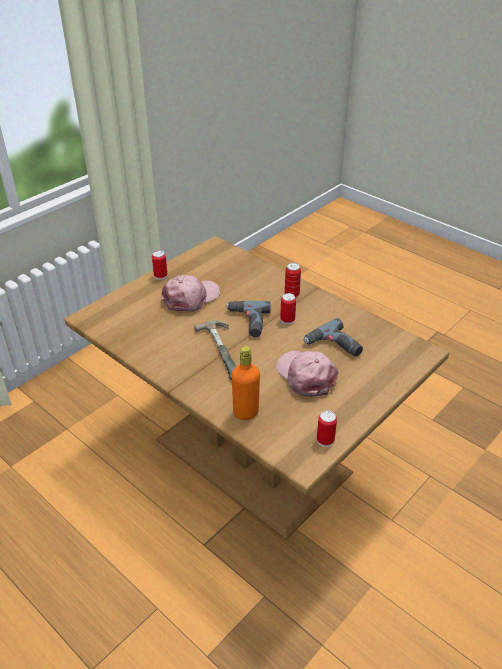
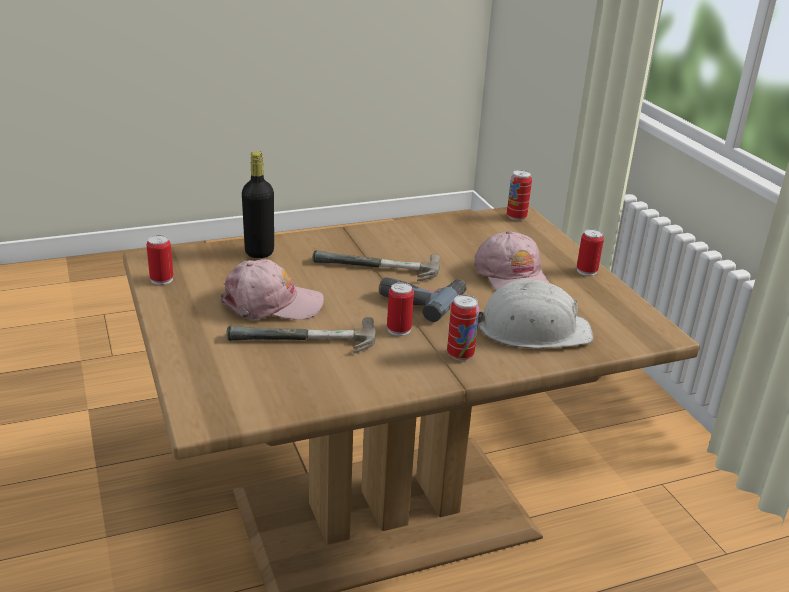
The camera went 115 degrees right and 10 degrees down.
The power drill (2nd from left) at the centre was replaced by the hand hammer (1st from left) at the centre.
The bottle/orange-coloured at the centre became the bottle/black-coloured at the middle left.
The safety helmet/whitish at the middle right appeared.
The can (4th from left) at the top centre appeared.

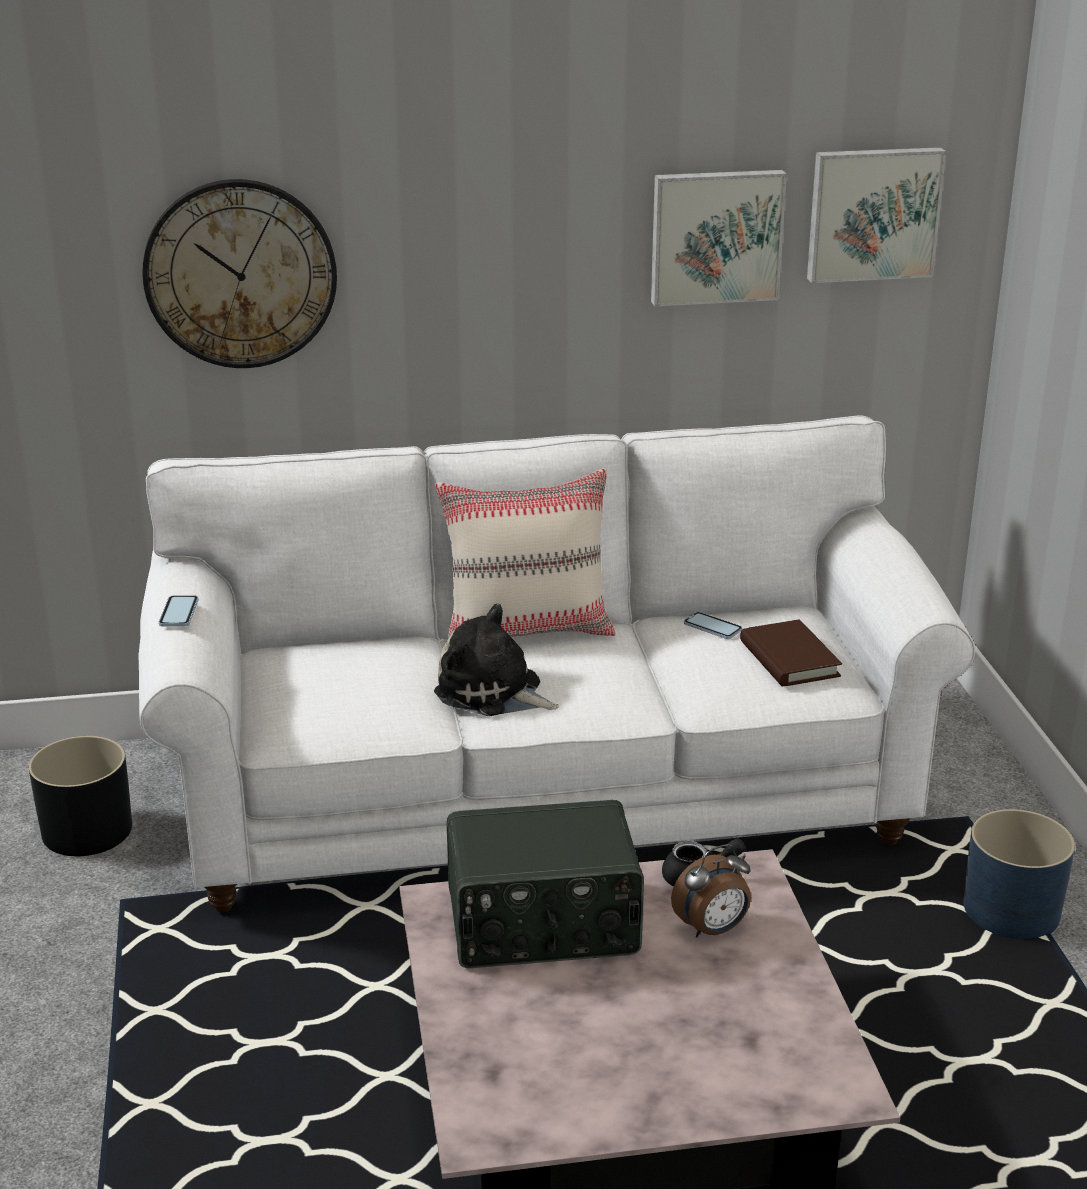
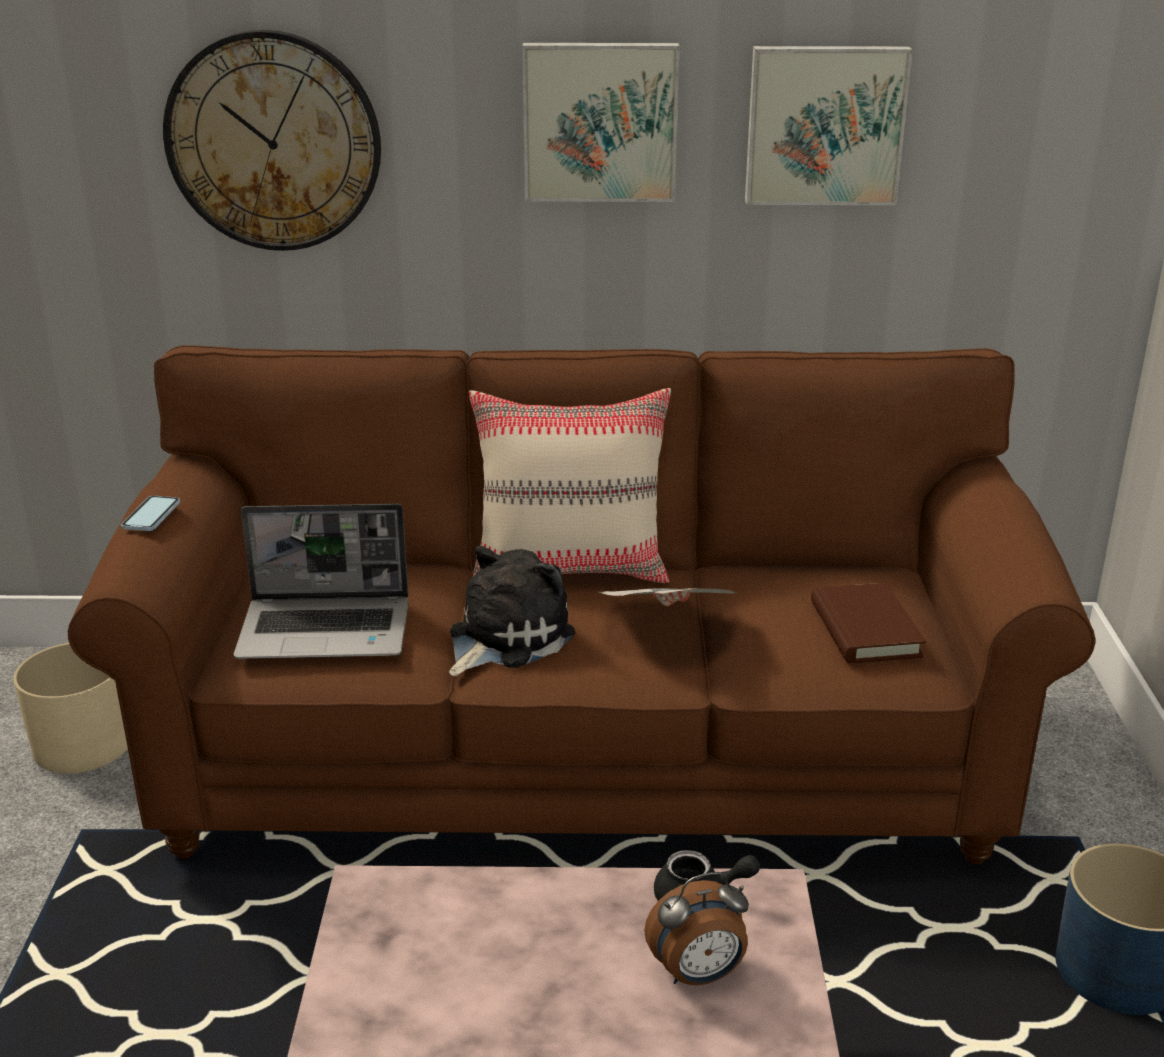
The camera went 10 degrees right and 0 degrees up.
The planter/black-coloured at the bottom left became the planter/beige at the bottom left.
The couch/whitish at the centre became the couch/brown-coloured at the centre.
The laptop at the middle left appeared.
The plush toy at the centre turned 90 degrees clockwise.
The picture (2nd from left in the first image) moved from the top right to the top centre.
The newspaper at the centre appeared.
The radio set at the bottom centre disappeared.
The phone (2nd from left) at the centre disappeared.

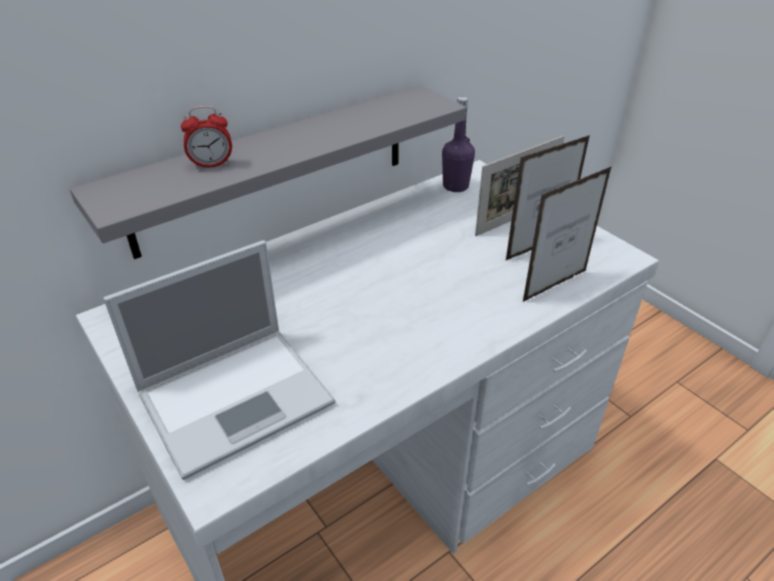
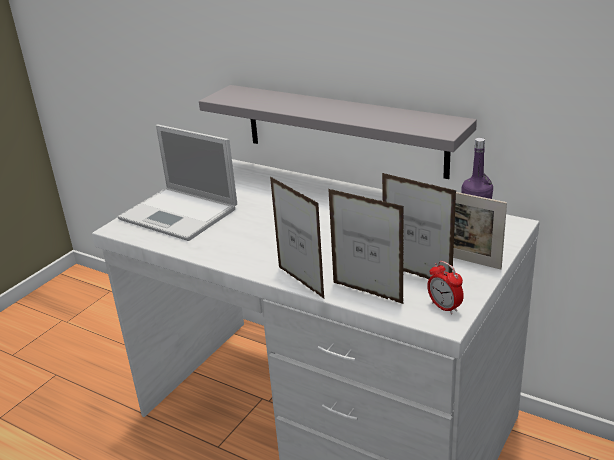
The camera went 70 degrees right and 10 degrees down.
The standing frame (1st from left) at the centre appeared.
The alarm clock moved from the top left to the middle right.

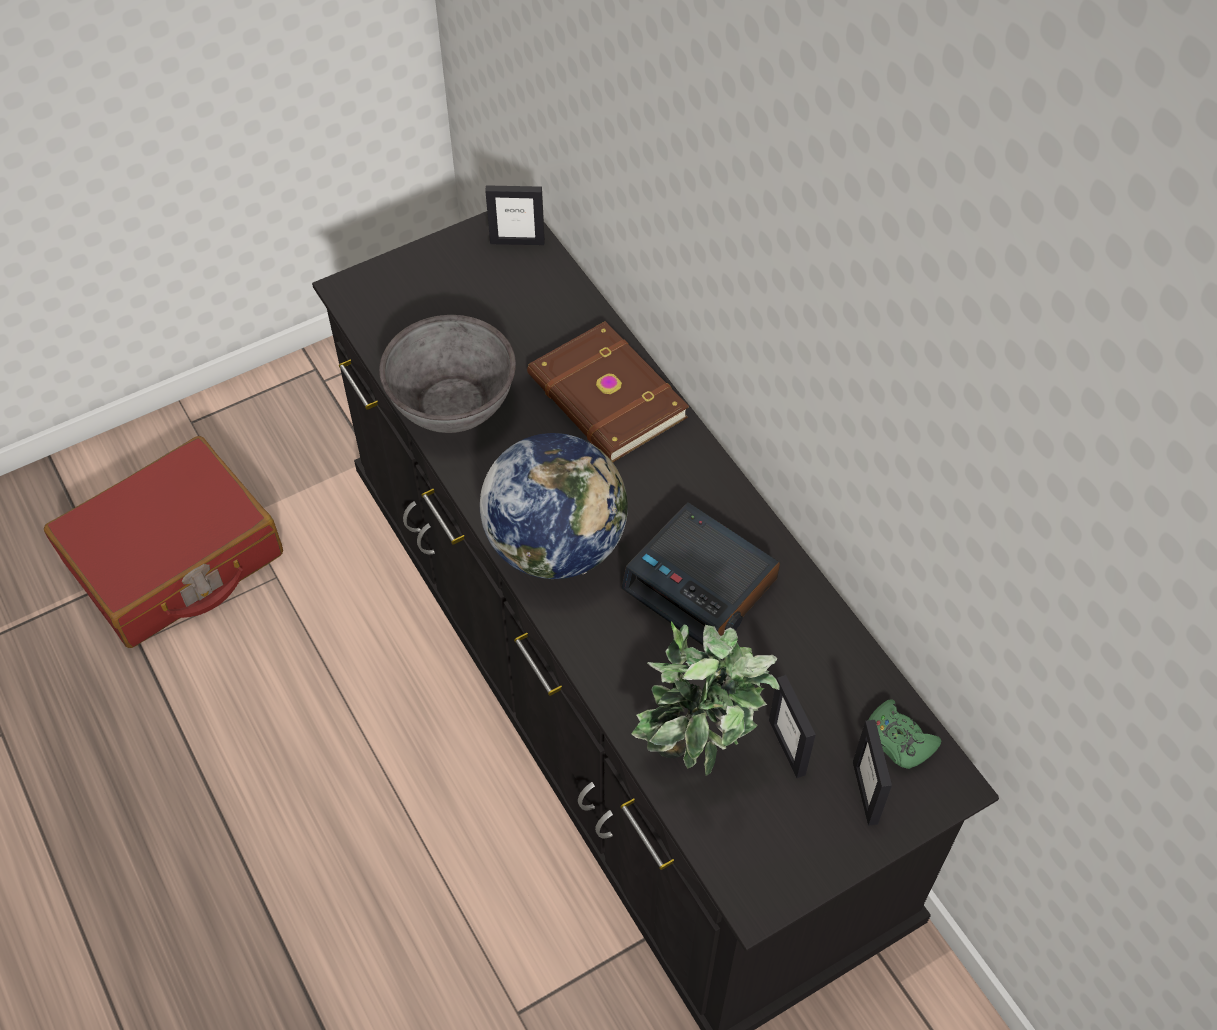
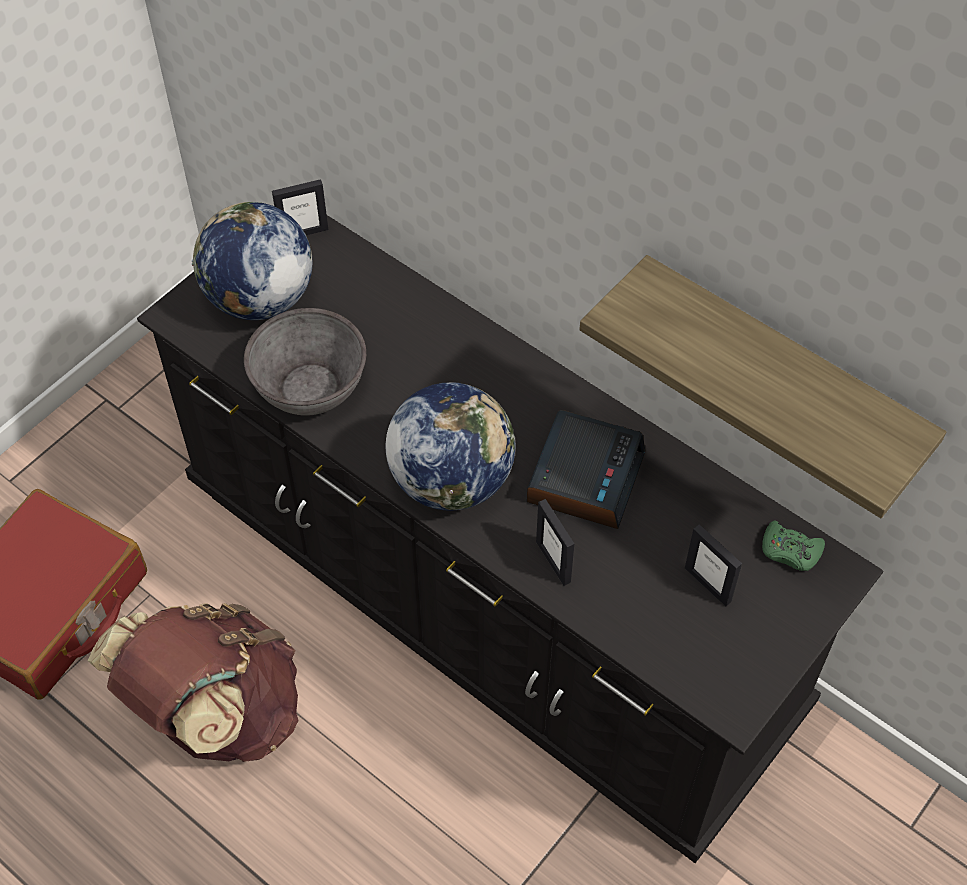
The camera went 20 degrees left and 0 degrees up.
The knapsack/brown-coloured at the bottom left appeared.
The world globe (1st from left) at the top left appeared.
The alarm clock at the centre turned 90 degrees counterclockwise.
The standing frame (3rd from left in the first image) moved from the bottom right to the centre.
The shelf at the middle right appeared.
The bound book/brown-coloured at the centre disappeared.
The potted plant at the bottom centre disappeared.

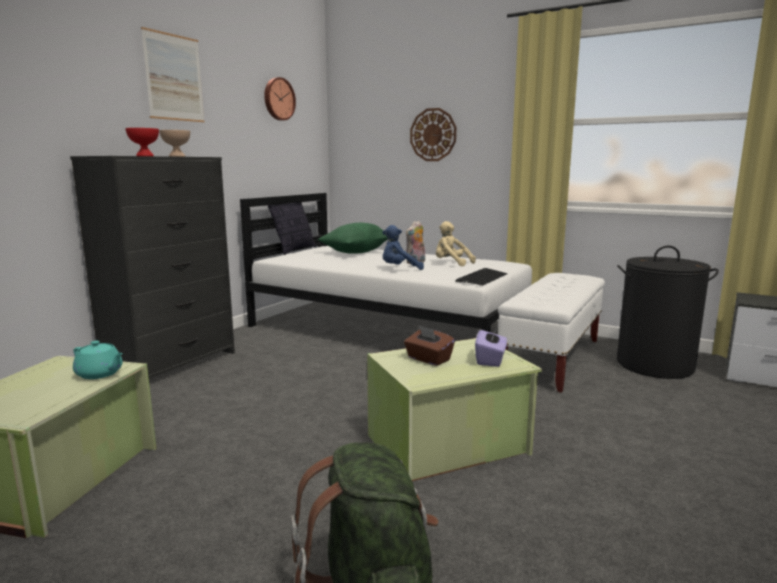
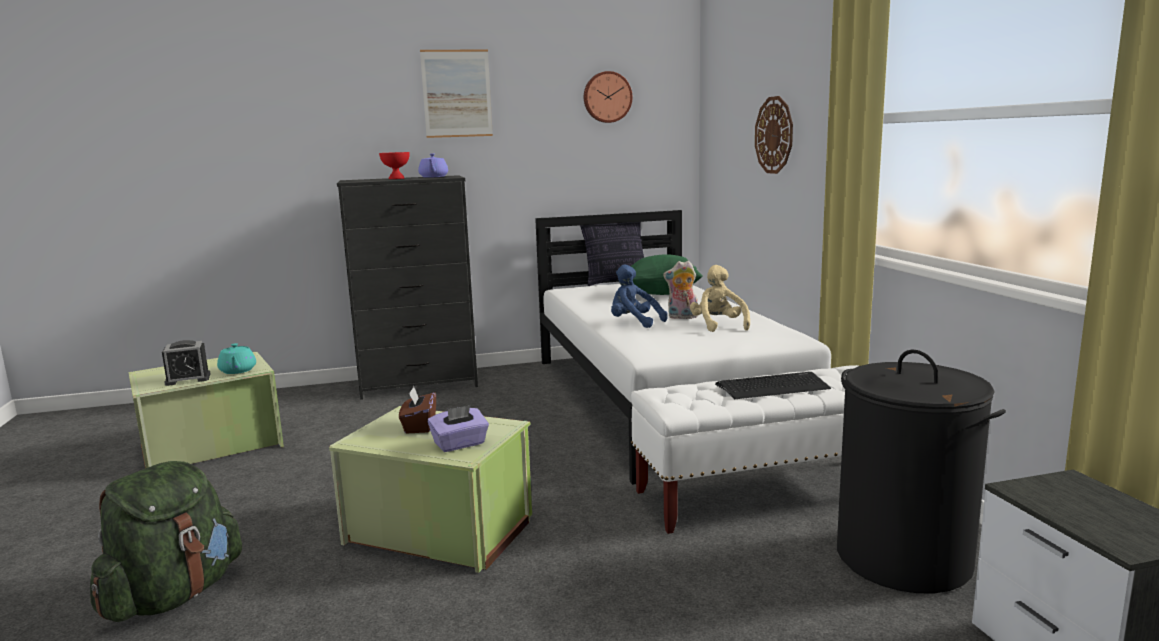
The camera went 45 degrees right and 0 degrees up.
The alarm clock at the middle left appeared.
The deep dish/beige at the top left was replaced by the teapot/purple at the top centre.
The computer keyboard moved from the centre to the middle right.

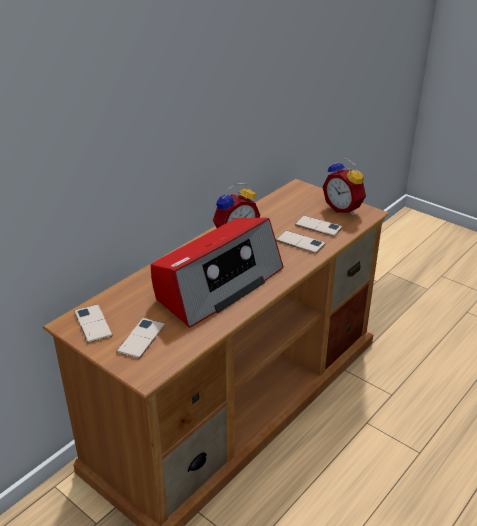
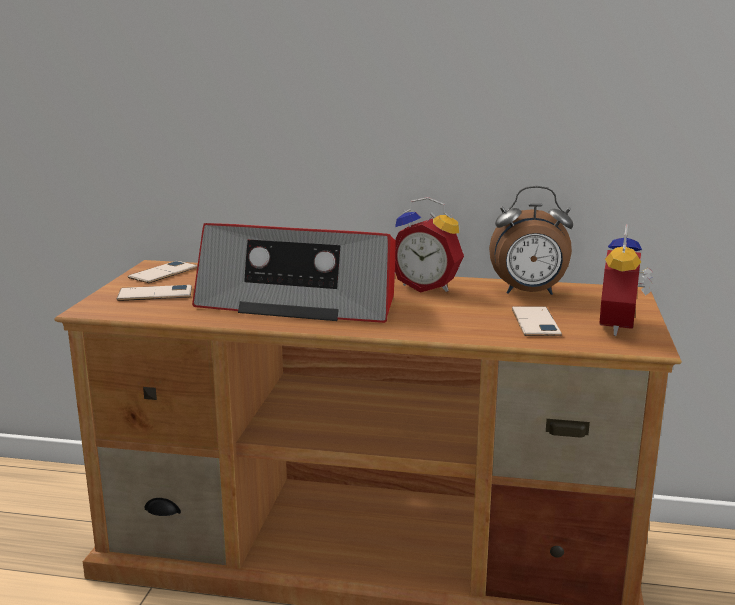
The camera went 60 degrees right and 15 degrees down.
The alarm clock (2nd from left) at the middle right appeared.
The phone (3rd from left) at the centre disappeared.

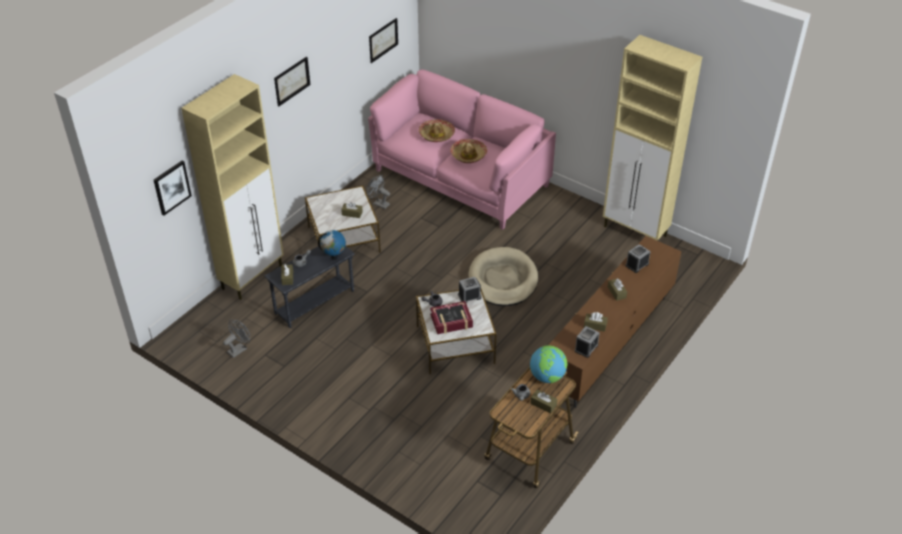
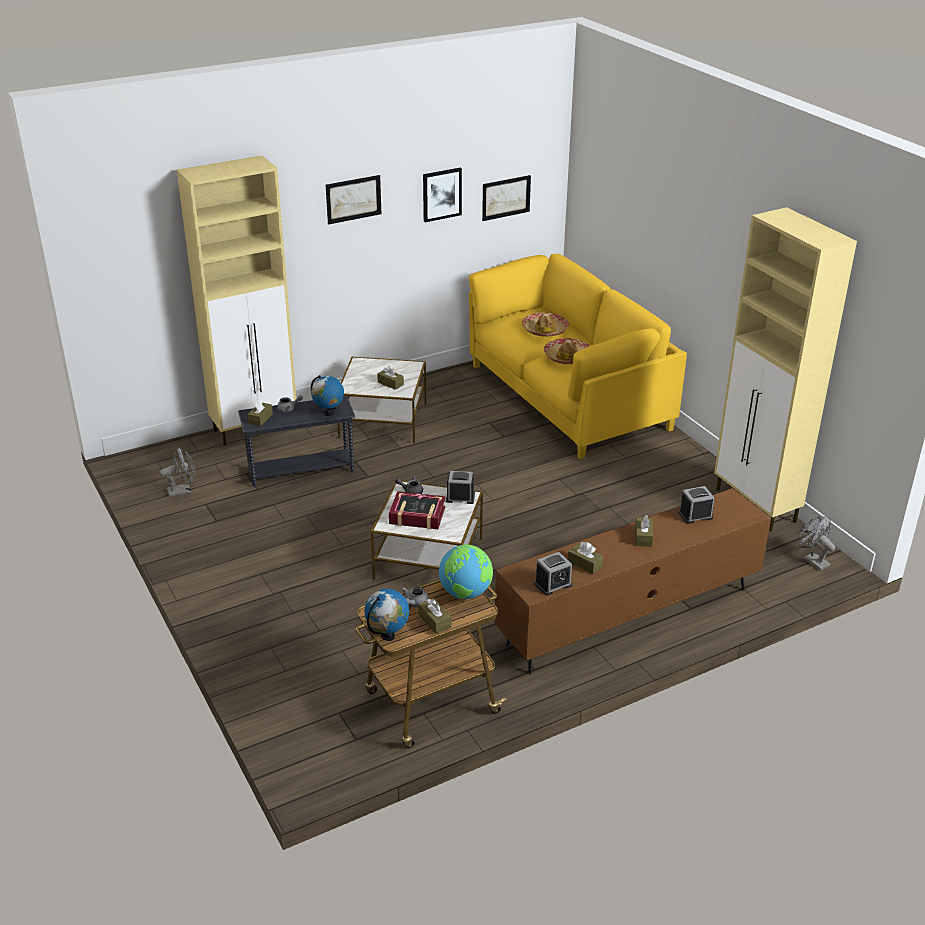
The camera went 25 degrees right and 10 degrees down.
The world globe (2nd from left) at the centre appeared.
The picture (1st from left in the first image) moved from the middle left to the top centre.
The couch/pink at the top centre became the couch/yellowish at the centre.
The electric fan/gray (2nd from left) moved from the centre to the middle right.
The dog bed/beige at the centre disappeared.

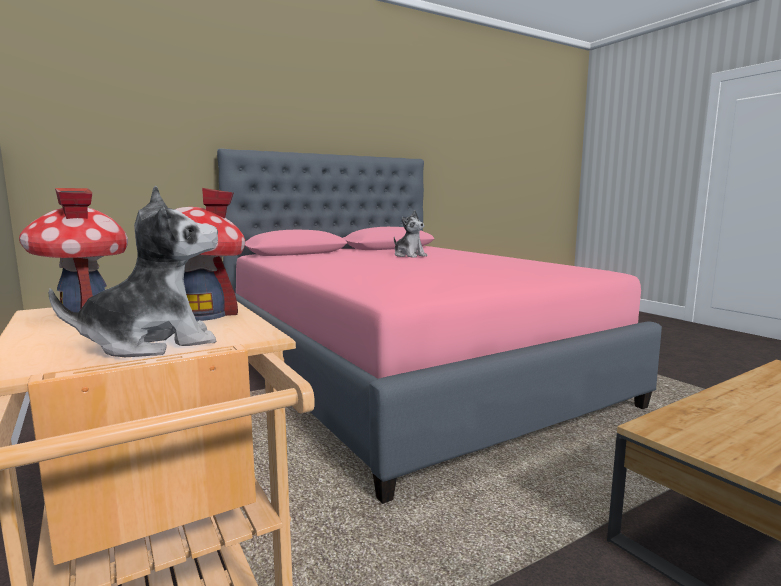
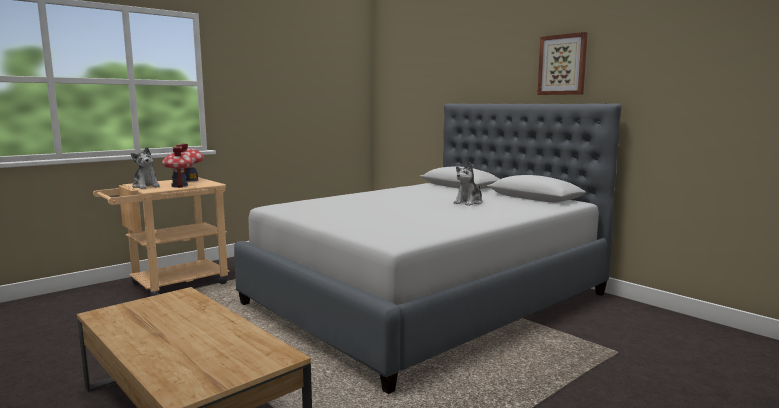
The camera went 80 degrees right and 0 degrees up.
The bedroom bed/pink at the centre became the bedroom bed/gray at the centre.
The picture at the top right appeared.

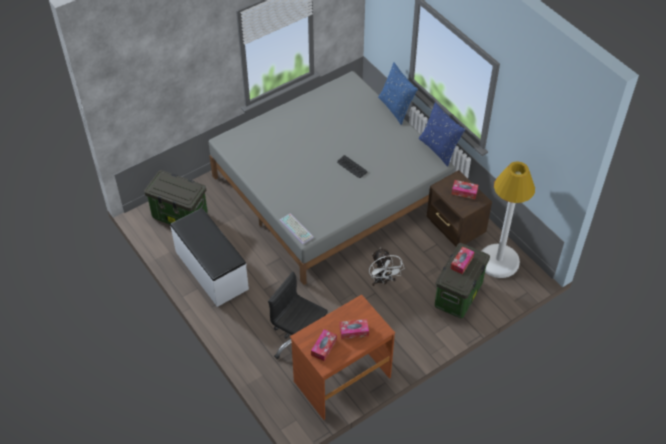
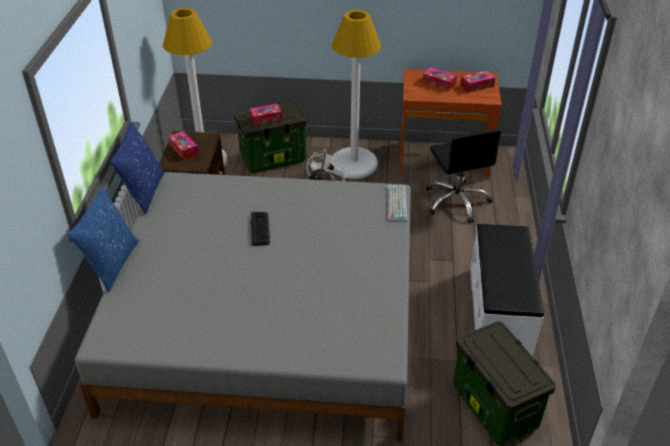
The camera went 140 degrees left and 10 degrees down.
The standard lamp/whitish (2nd from left) at the top centre appeared.

